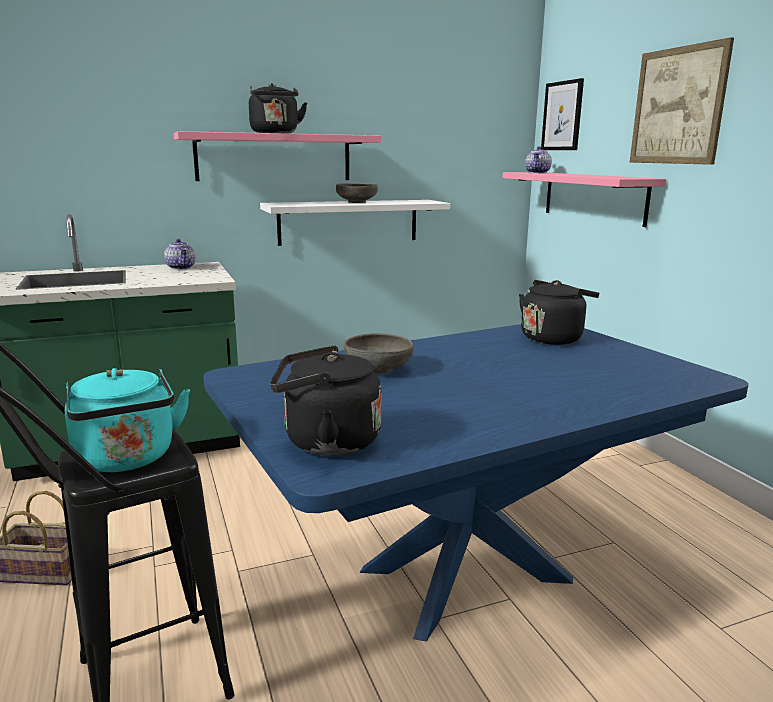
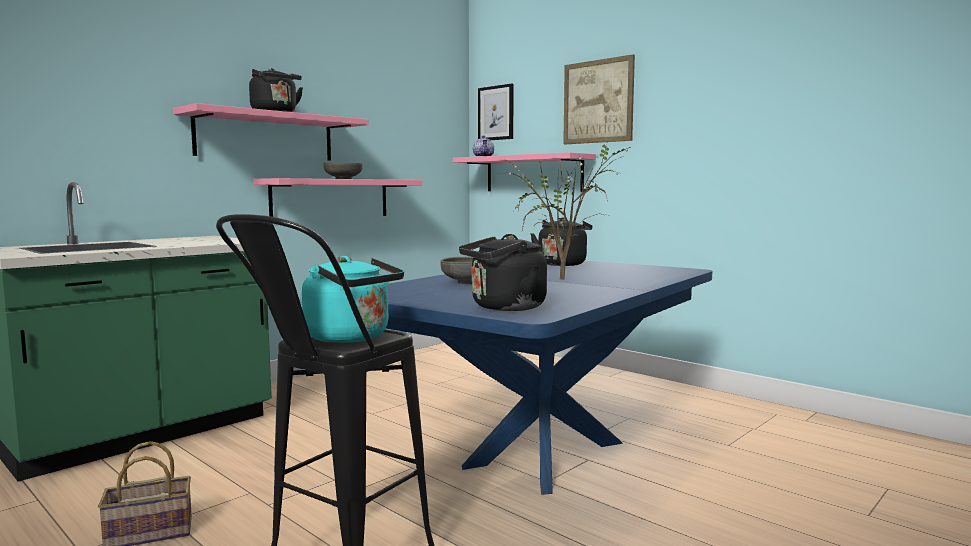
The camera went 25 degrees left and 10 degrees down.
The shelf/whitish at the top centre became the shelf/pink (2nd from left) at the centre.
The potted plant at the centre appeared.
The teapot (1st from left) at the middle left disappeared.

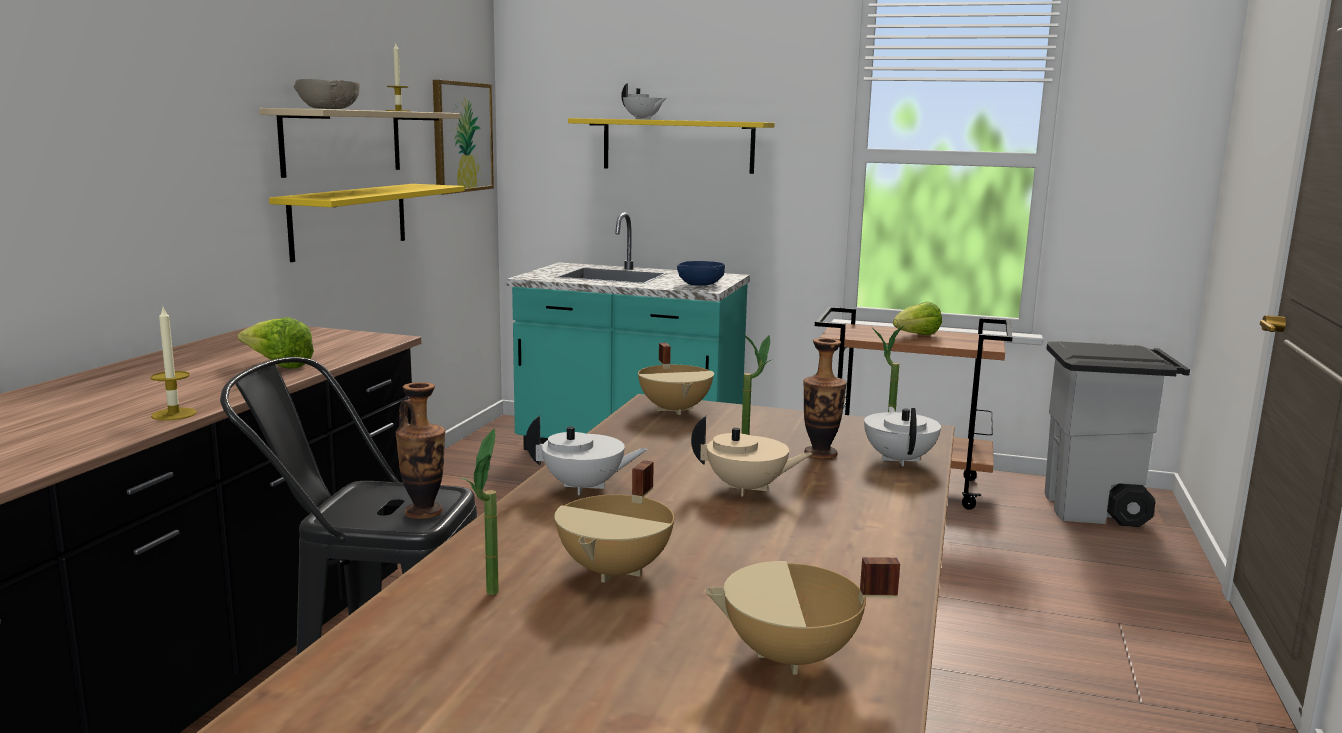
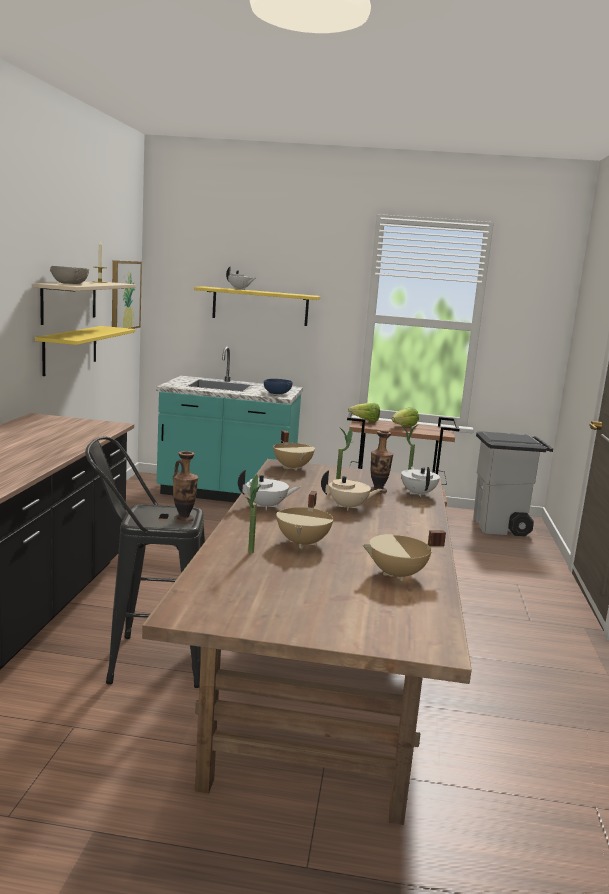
The camera went 10 degrees left and 0 degrees up.
The lettuce head (1st from left) moved from the middle left to the centre.
The candle (1st from left) at the middle left disappeared.

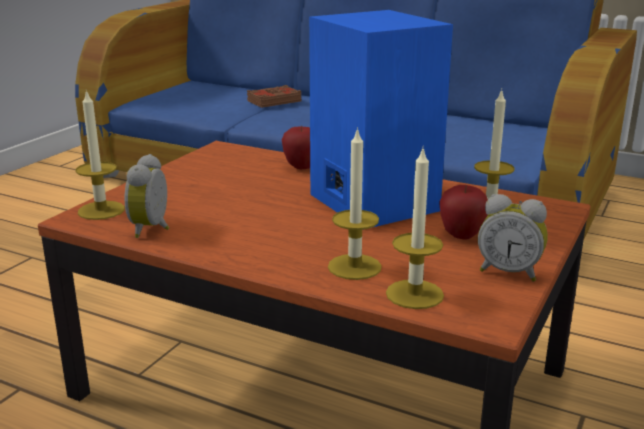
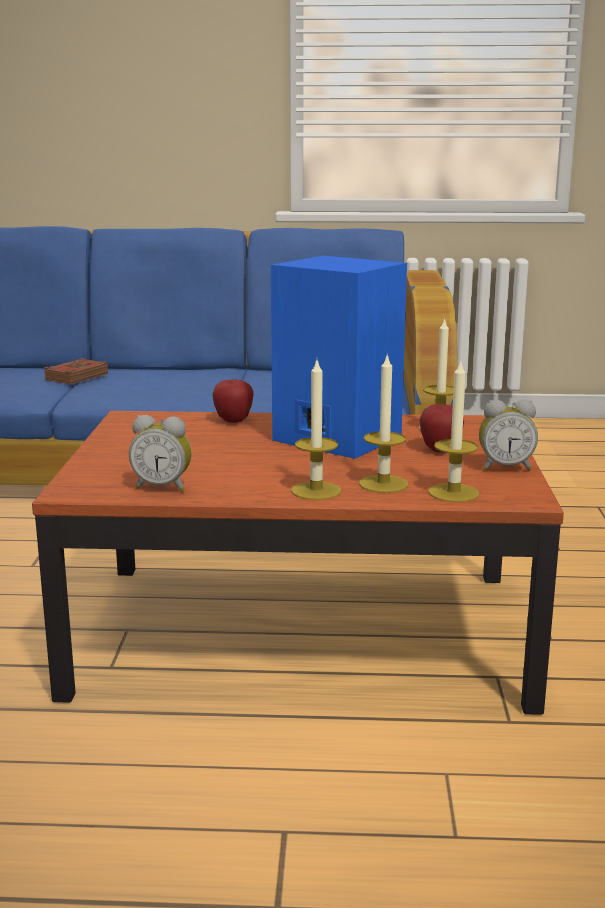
The camera went 25 degrees left and 5 degrees down.
The alarm clock (1st from left) at the middle left turned 60 degrees counterclockwise.
The candle (1st from left) moved from the middle left to the centre.

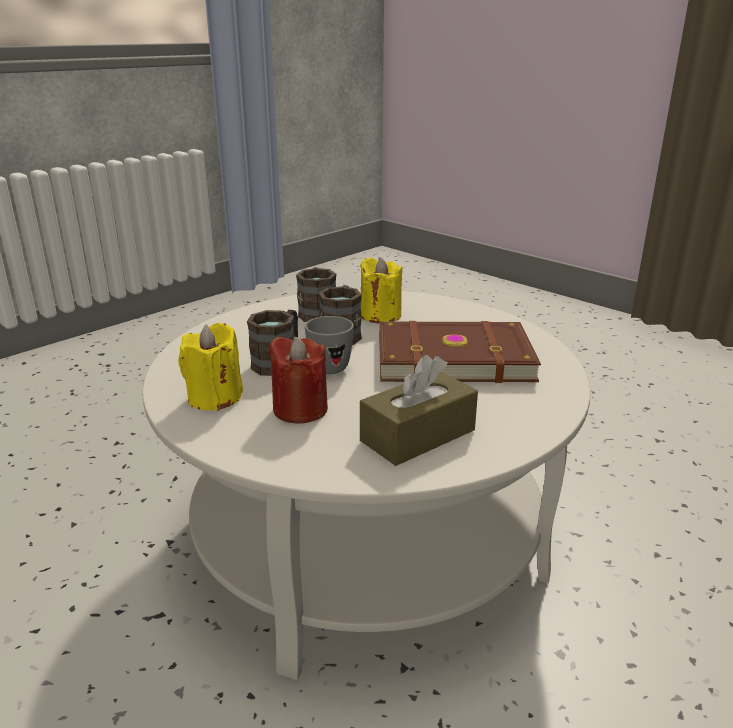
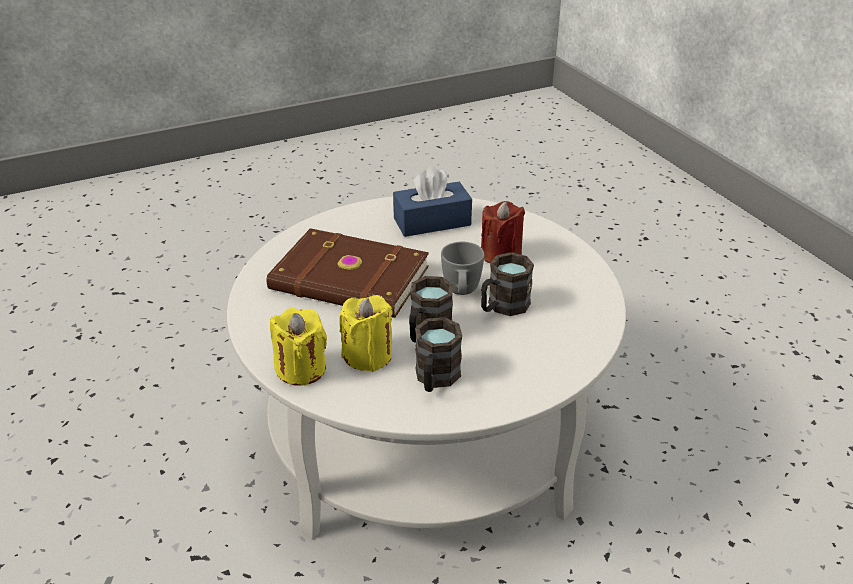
The camera went 160 degrees left and 10 degrees up.
The candle/yellowish (1st from left) moved from the middle left to the centre.
The box of tissues/brown-coloured at the centre became the box of tissues/blue at the centre.

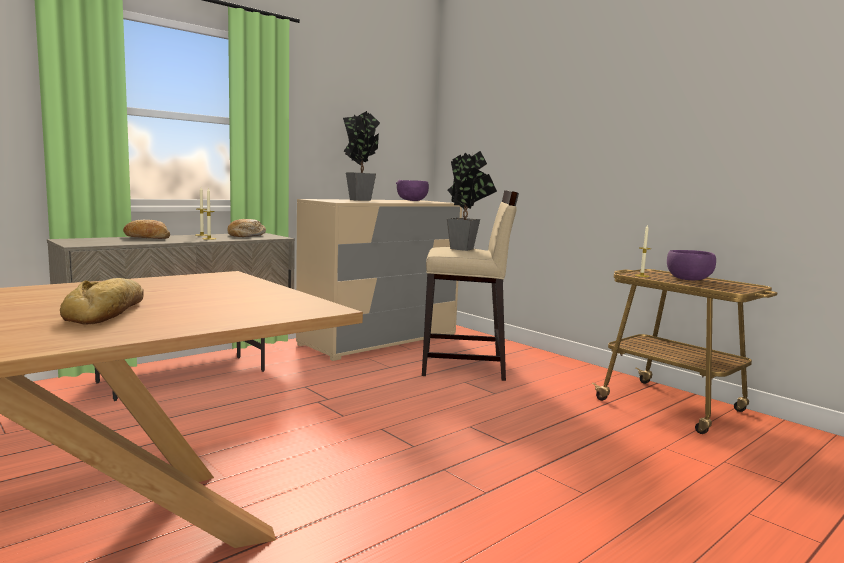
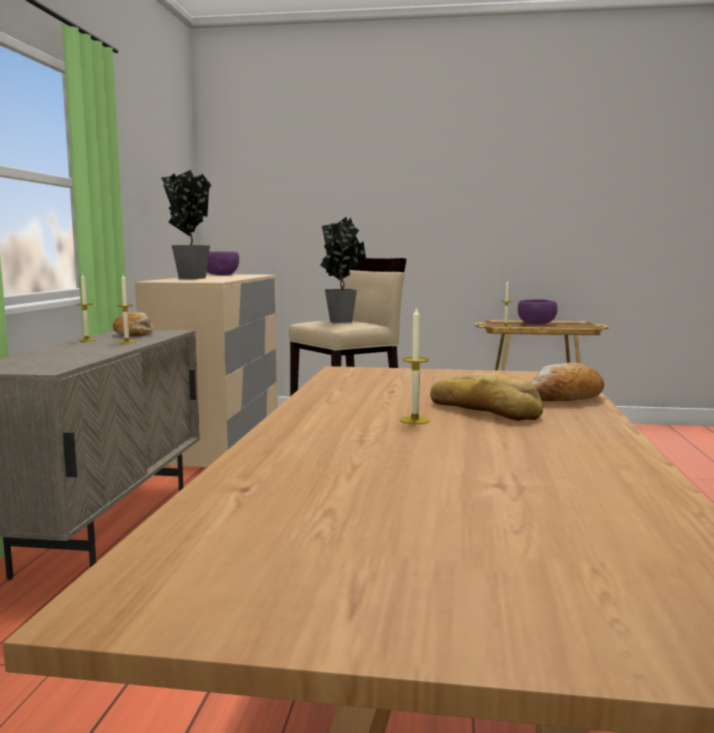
The camera went 40 degrees left and 0 degrees up.
The candle (3rd from left) at the centre appeared.
The bakery bread (2nd from left in the first image) moved from the middle left to the middle right.

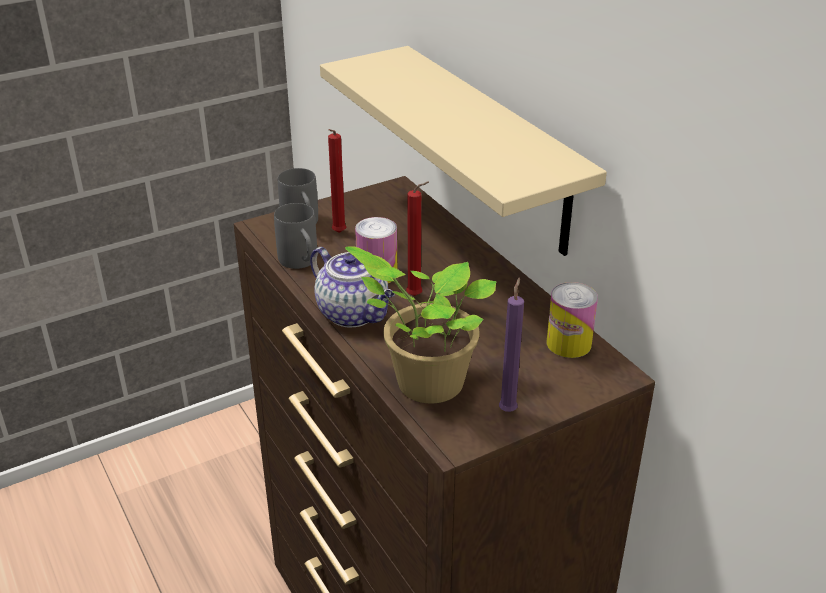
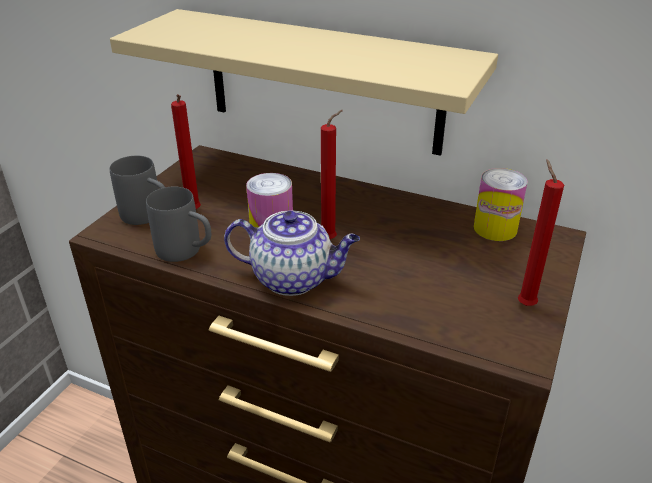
The camera went 35 degrees left and 0 degrees up.
The candle/purple at the centre became the candle/reddish (3rd from left) at the middle right.
The potted plant at the centre disappeared.

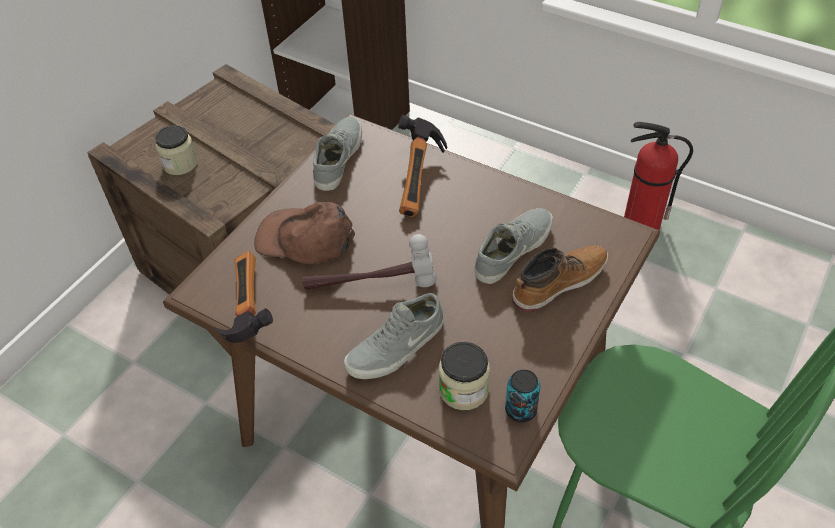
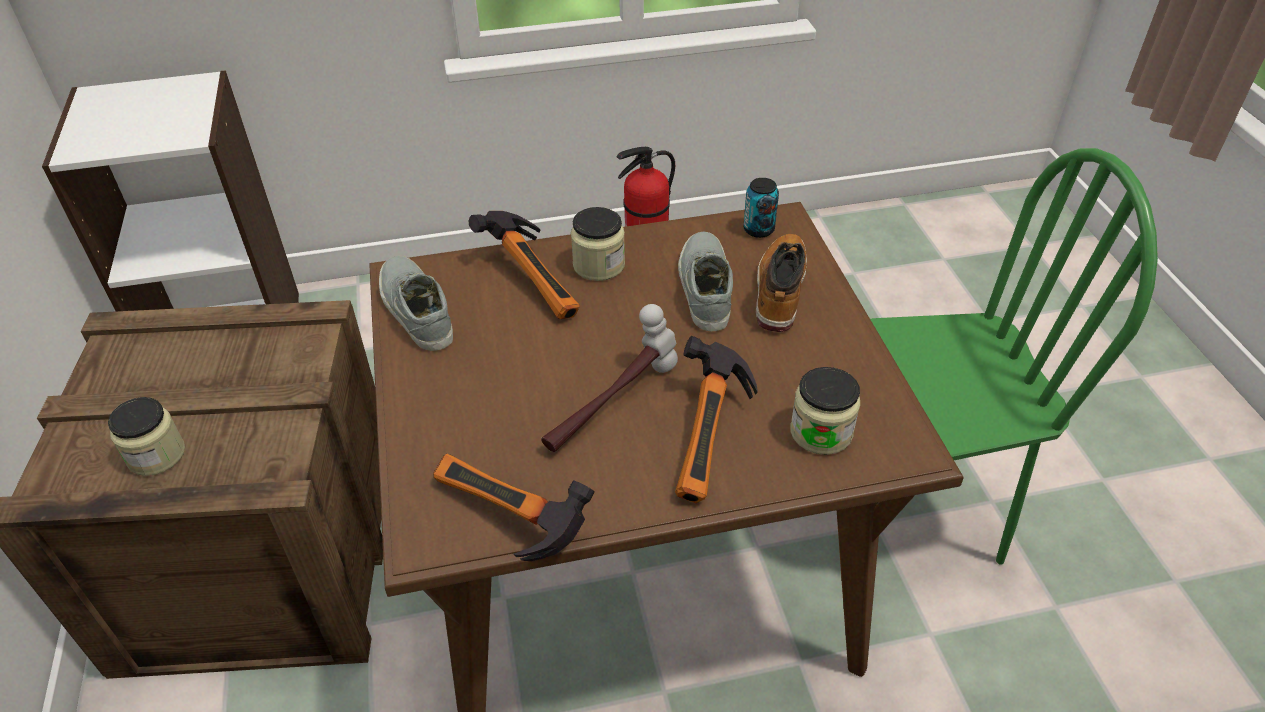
The camera went 45 degrees left and 5 degrees down.
The jar (2nd from left) at the centre appeared.
The shoe/gray (2nd from left) at the centre was replaced by the hand hammer (4th from left) at the centre.
The can moved from the bottom centre to the top centre.
The peaked cap/brown-coloured at the centre disappeared.

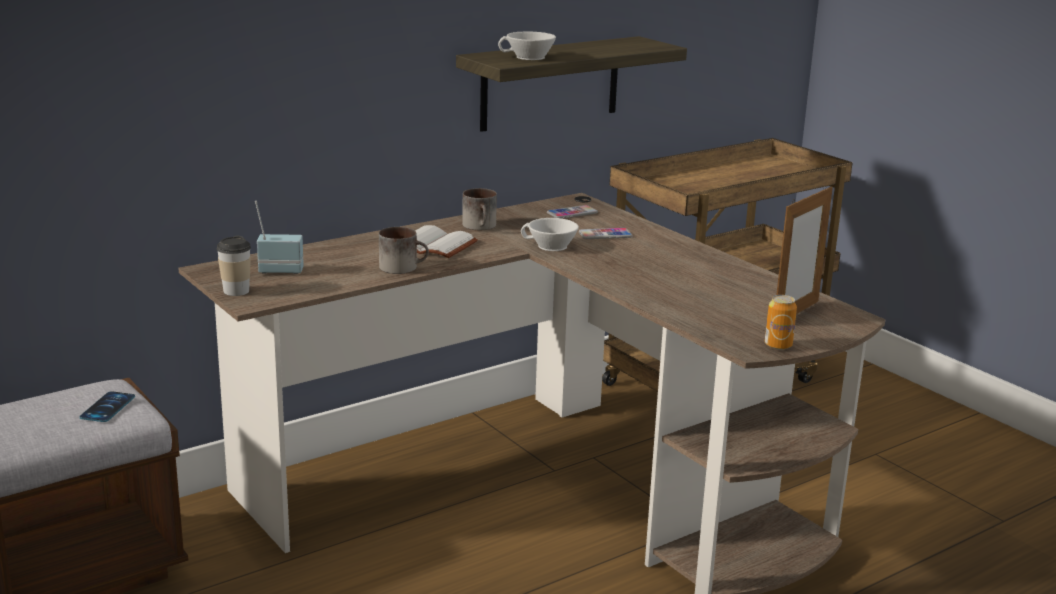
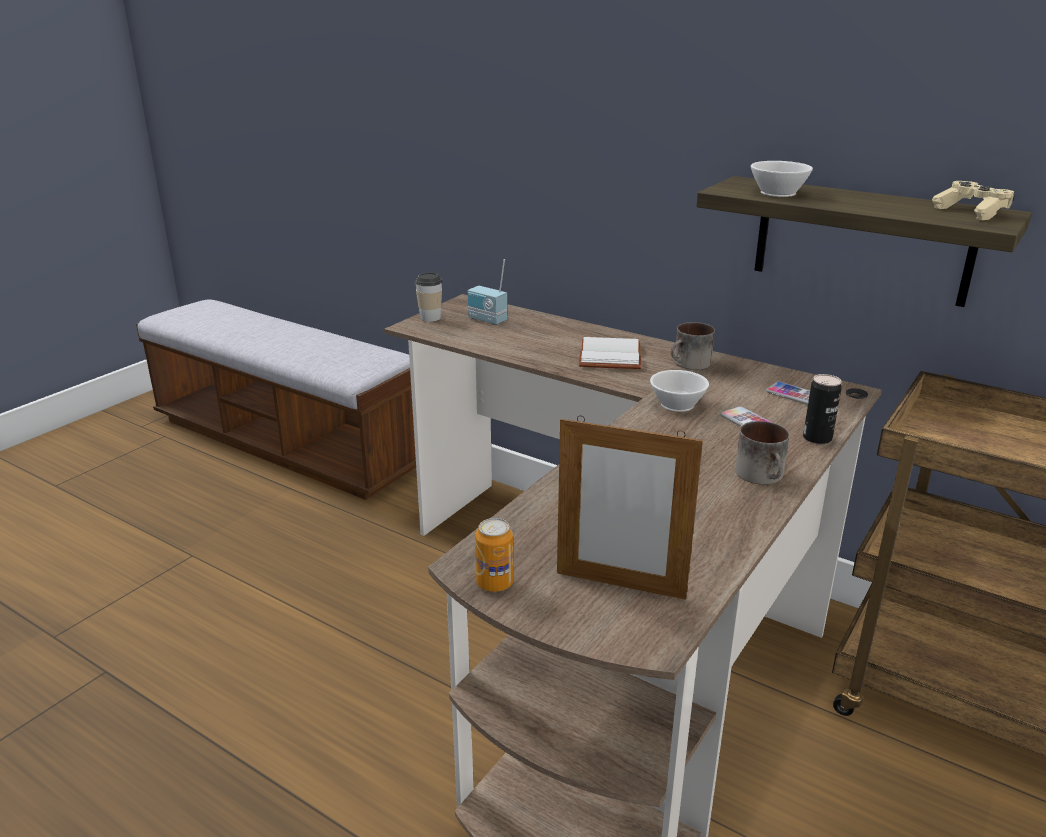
The camera went 70 degrees right and 5 degrees up.
The radio set at the middle left turned 150 degrees clockwise.
The mug (1st from left in the first image) moved from the centre to the middle right.
The can (2nd from left) at the middle right appeared.
The game controller/beige at the top right appeared.
The phone (1st from left) at the bottom left disappeared.

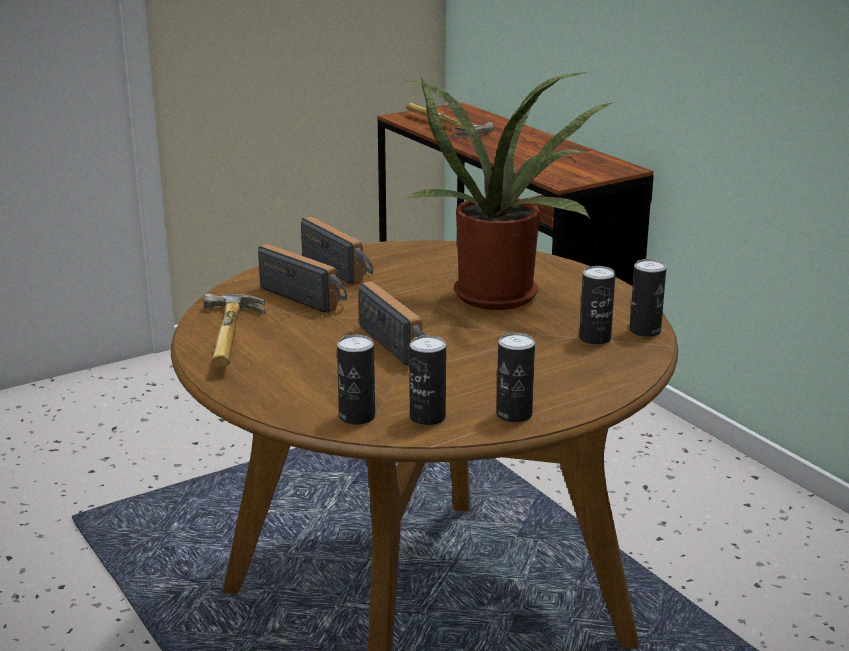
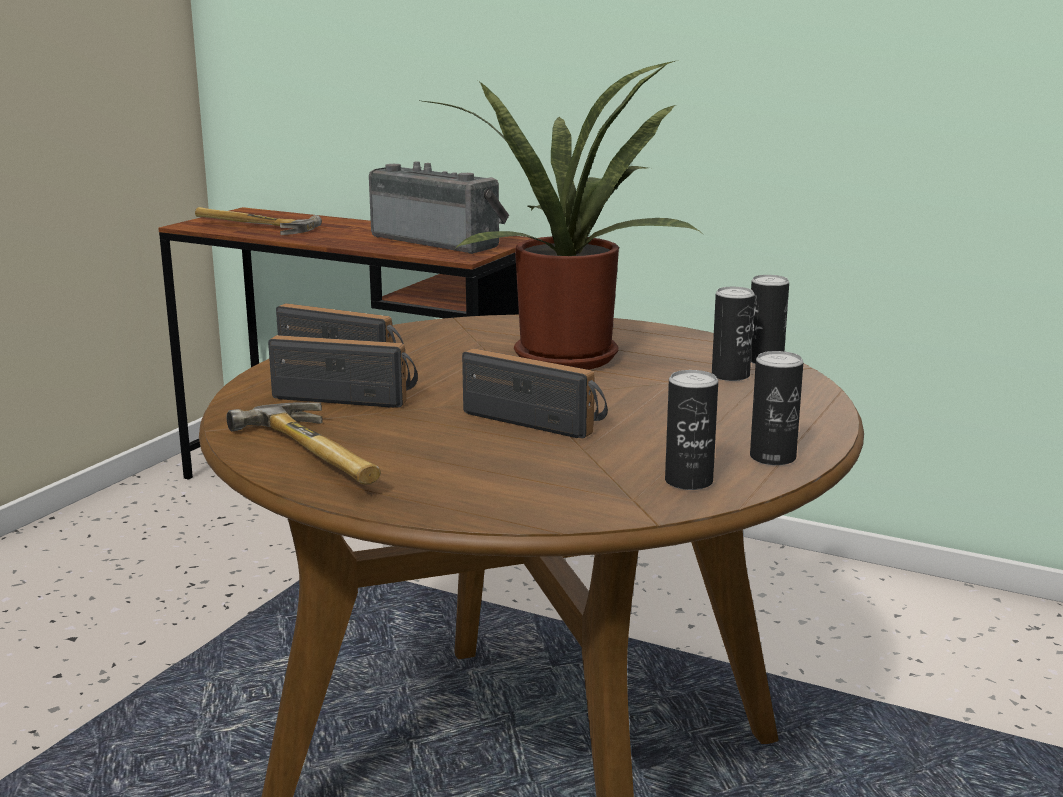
The camera went 30 degrees left and 5 degrees down.
The radio set (3rd from left) at the top centre appeared.
The can (1st from left) at the centre disappeared.

